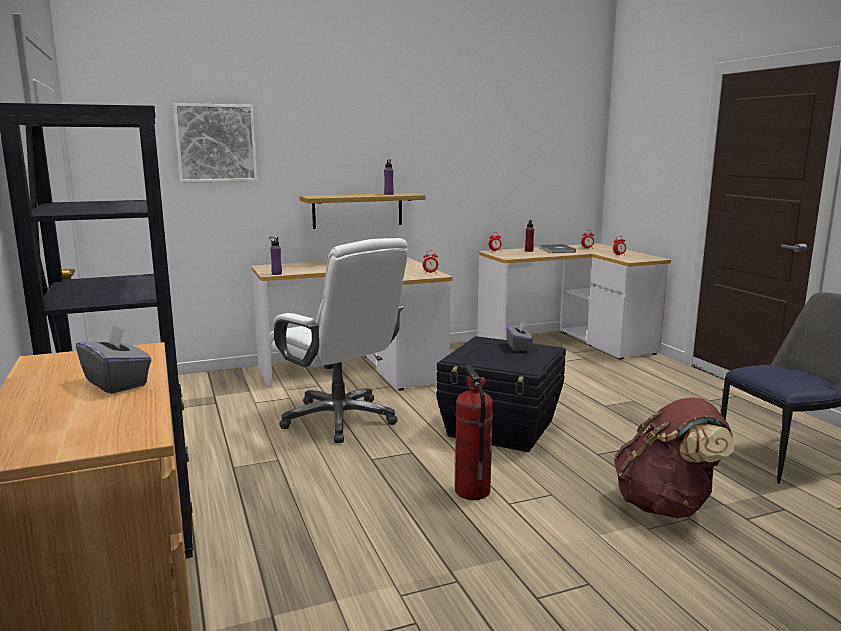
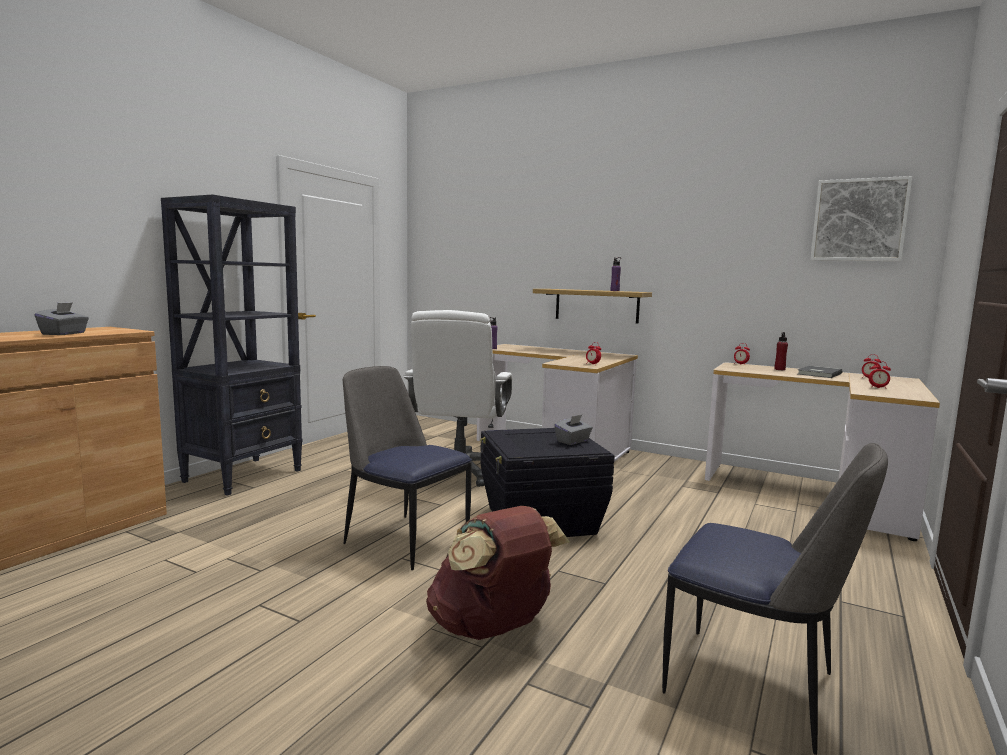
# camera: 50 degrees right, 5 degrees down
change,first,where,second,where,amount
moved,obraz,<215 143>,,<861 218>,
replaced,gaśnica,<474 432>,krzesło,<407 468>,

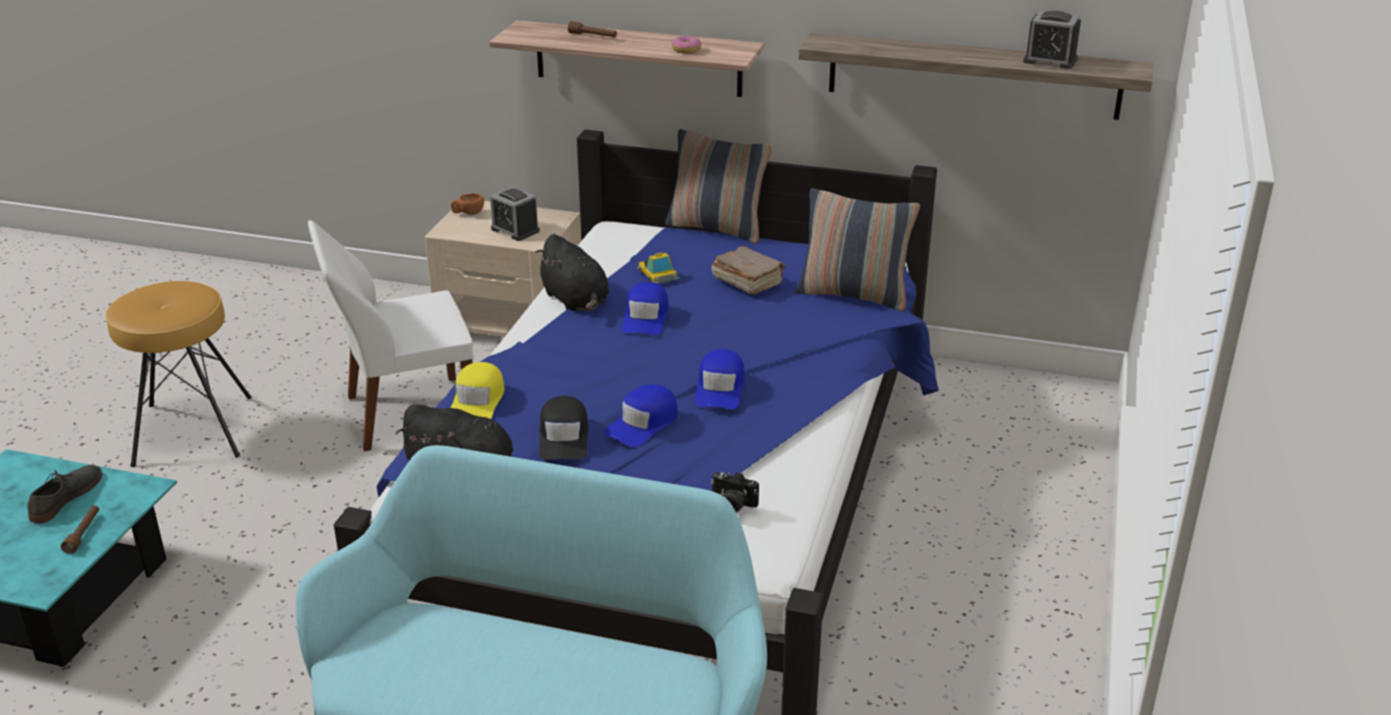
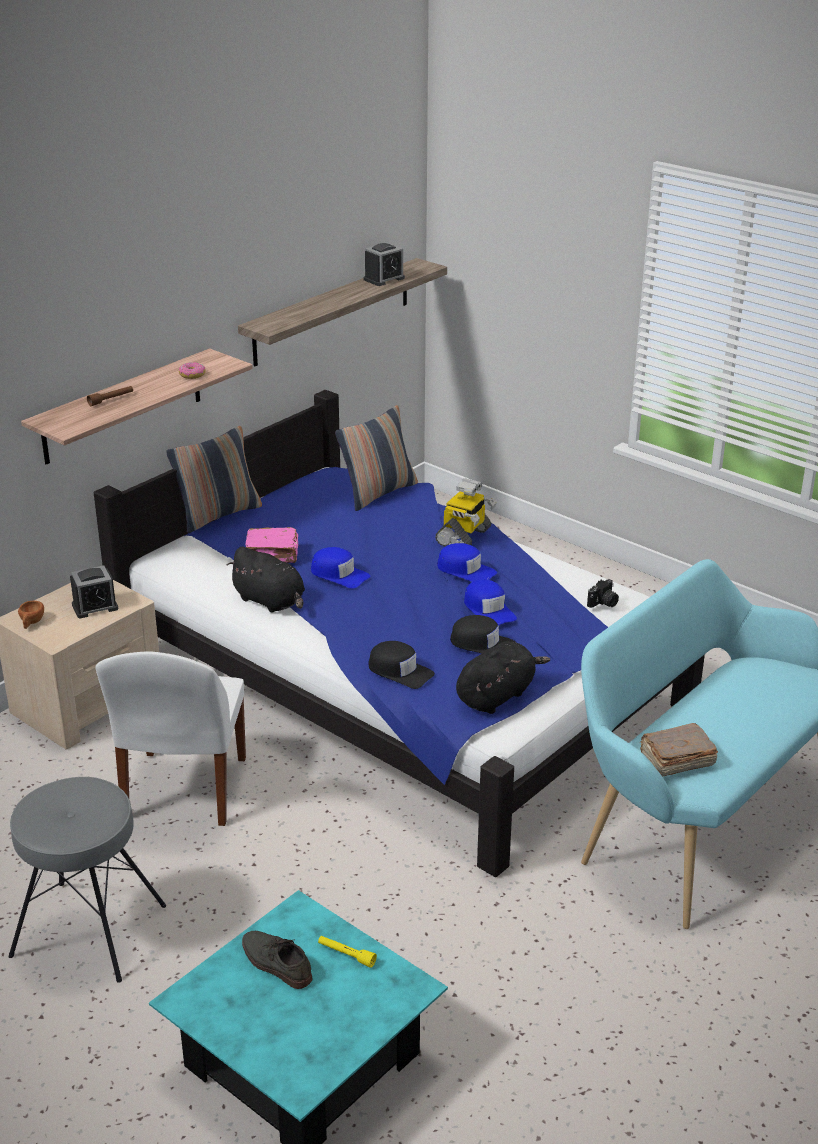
# camera: 65 degrees left, 0 degrees up
change,first,where,second,where,amount
added,,,robot zabawkowy,<466 512>,
moved,książka (brązowy),<748 270>,,<679 750>,
replaced,samochodzik,<658 268>,książka (różowy),<271 545>,
recoloured,latarka (brązowy),<80 530>,latarka (żółty),<347 952>,
recoloured,stołek (brązowy),<179 374>,stołek (szary),<87 879>,
recoloured,czapka z daszkiem (żółty),<477 390>,czapka z daszkiem (czarny),<401 665>,
turned,pluszak (czarny),<572 272>,,<266 580>,45 degrees clockwise

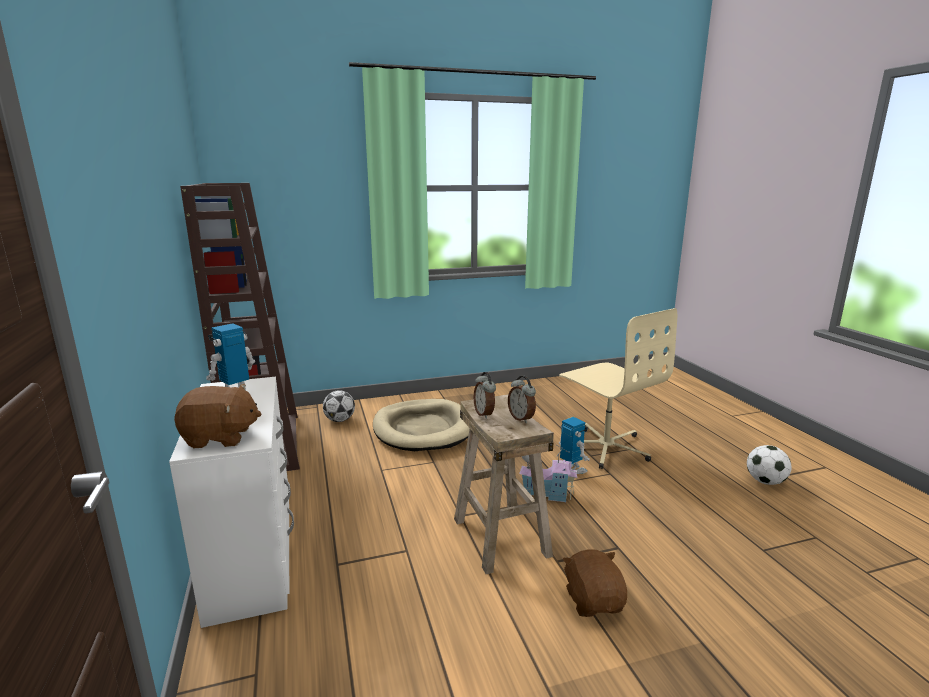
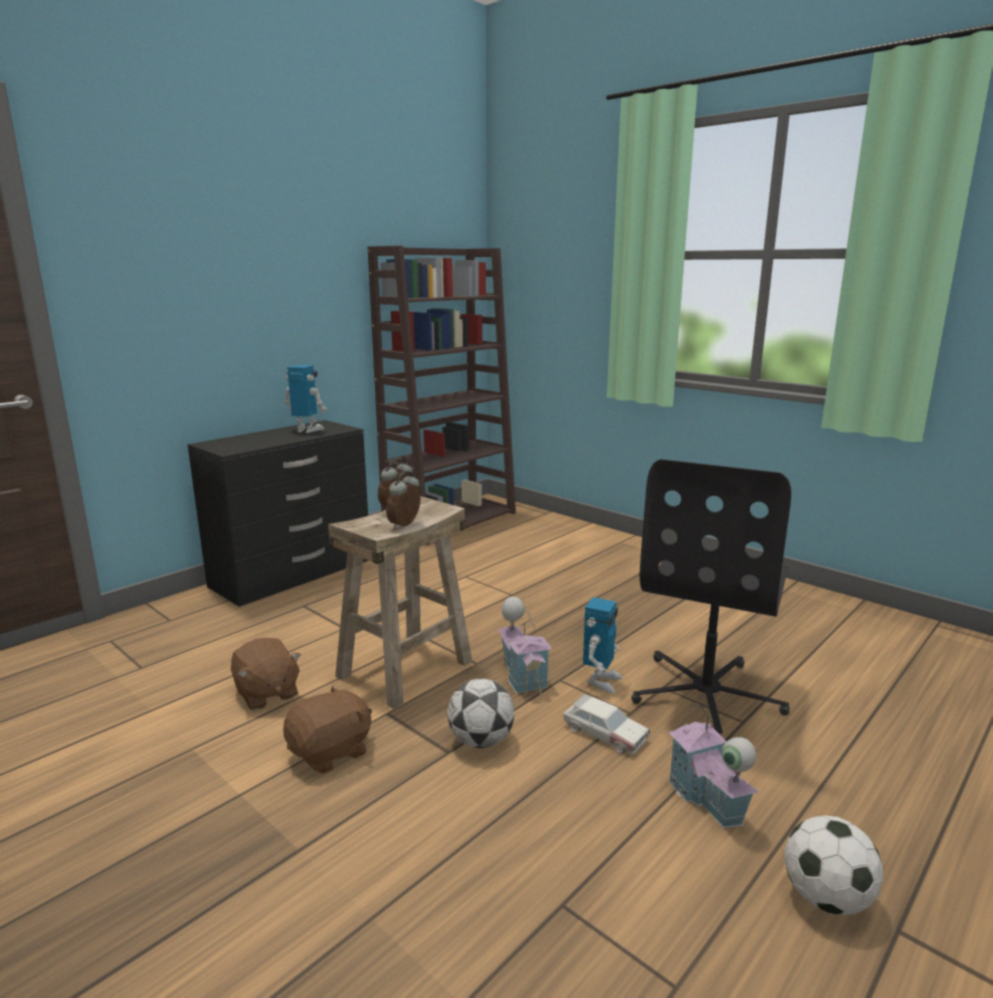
# camera: 60 degrees right, 0 degrees up
change,first,where,second,where,amount
removed,legowisko (beżowy),<421 425>,,,
added,,,samochodzik,<606 724>,
added,,,domek,<713 765>,
moved,pluszak (brązowy),<217 416>,,<266 674>,
moved,piłka futbolowa,<339 406>,,<481 713>,
recoloured,komoda (biały),<231 502>,komoda (czarny),<278 513>,
recoloured,krzesło biurowe (beżowy),<618 388>,krzesło biurowe (czarny),<711 597>,

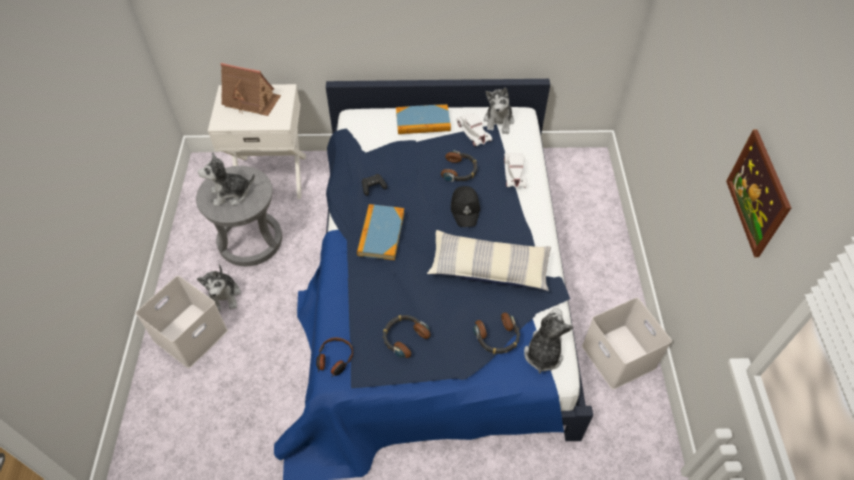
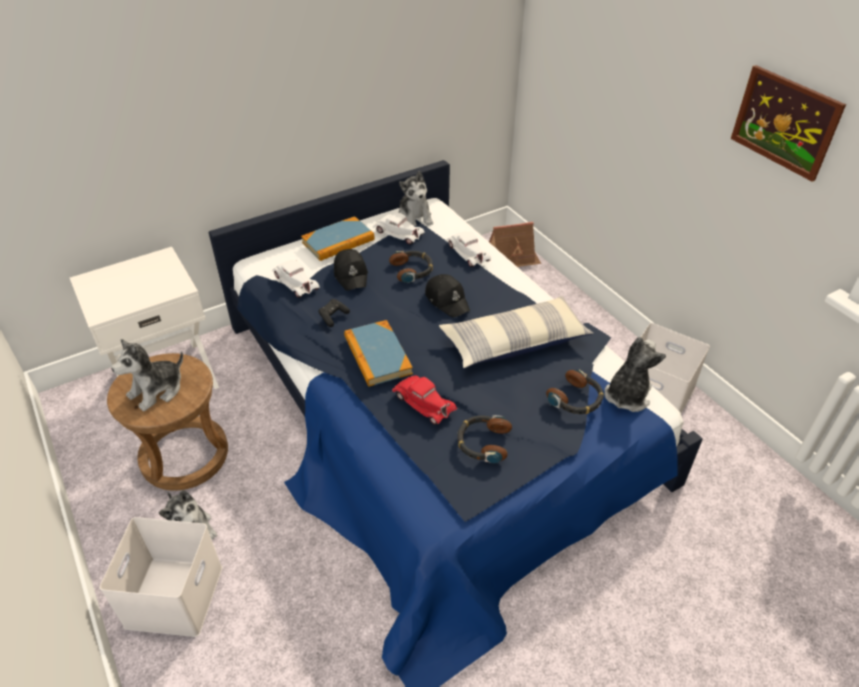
# camera: 30 degrees left, 10 degrees down
change,first,where,second,where,amount
removed,słuchawki,<334 357>,,,
added,,,samochodzik (biały),<296 279>,
added,,,czapka z daszkiem (czarny),<351 270>,
added,,,samochodzik (czerwony),<424 400>,
moved,domek,<251 89>,,<515 244>,
recoloured,stołek (szary),<239 216>,stołek (brązowy),<167 422>,
turned,pluszak,<549 341>,,<635 374>,45 degrees clockwise

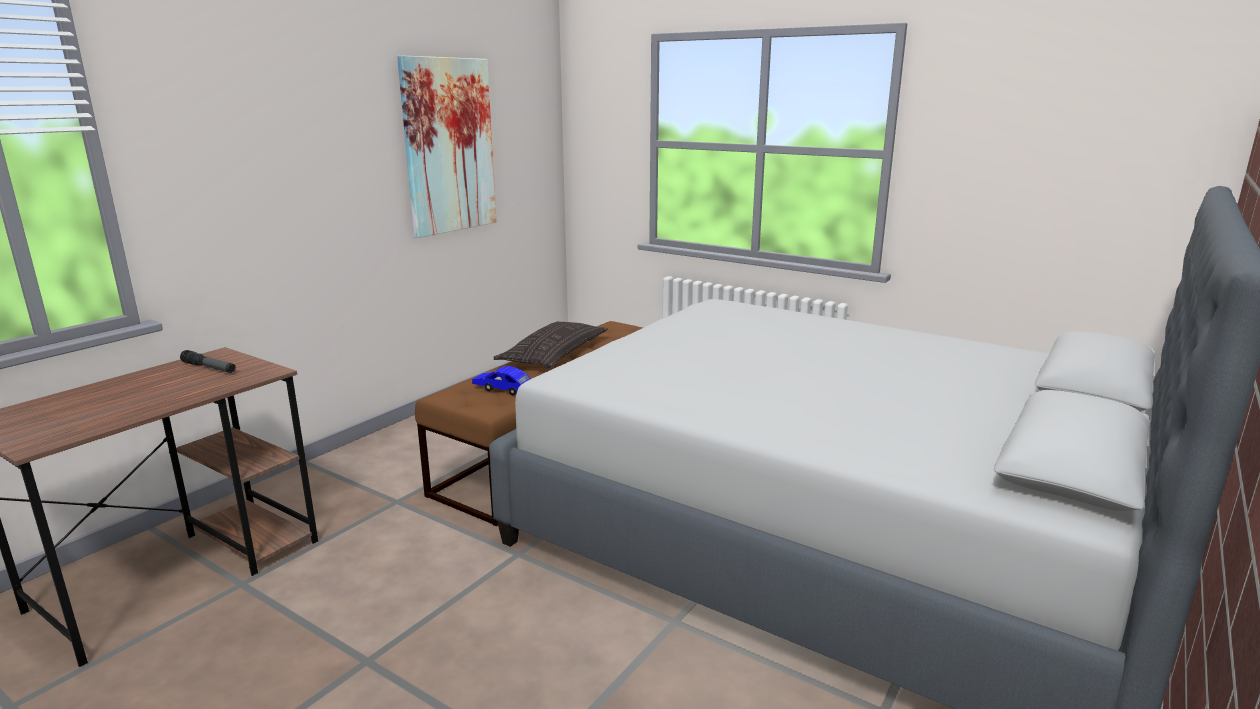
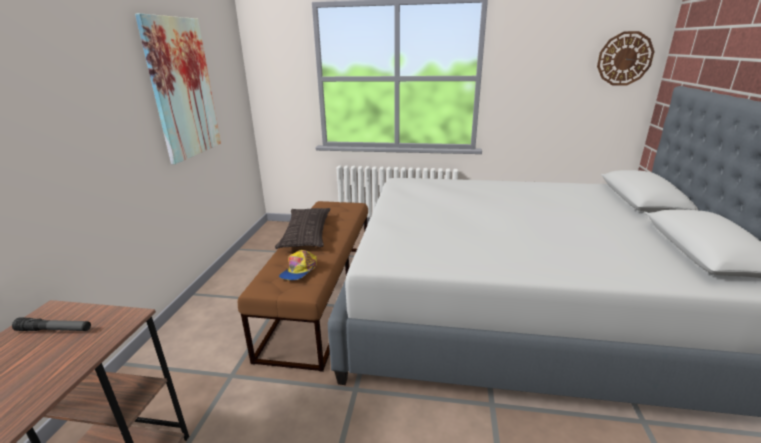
# camera: 25 degrees left, 5 degrees up
change,first,where,second,where,amount
added,,,zegar ścienny,<626 58>,
replaced,samochodzik (niebieski),<501 380>,czapka z daszkiem,<298 265>,

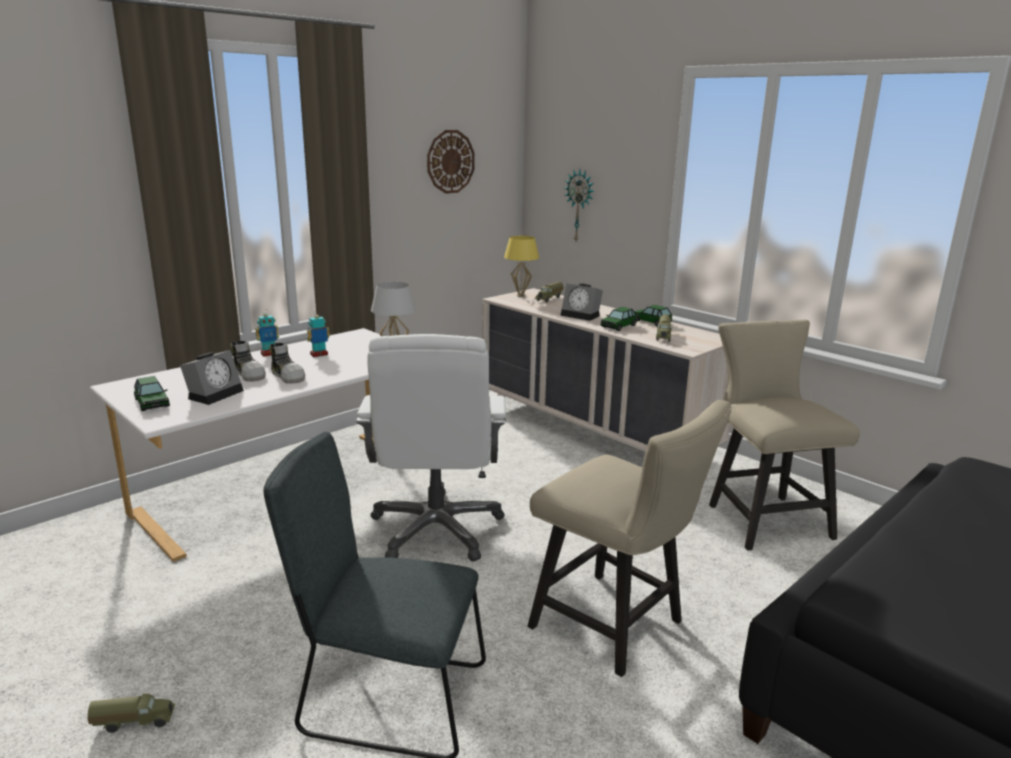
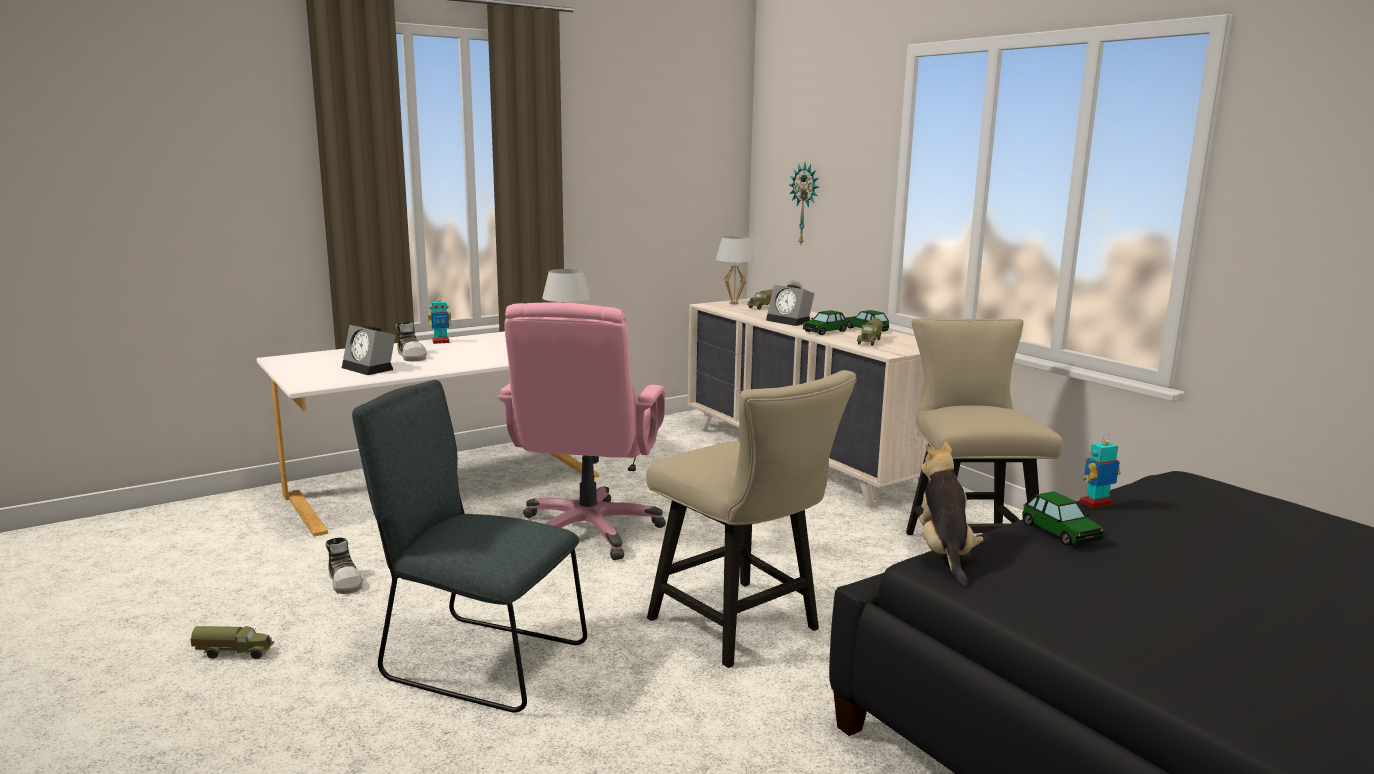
# camera: 10 degrees right, 5 degrees down
change,first,where,second,where,amount
removed,zegar ścienny,<451 162>,,,
added,,,pluszak,<951 514>,
moved,samochodzik,<152 393>,,<1062 518>,
moved,but,<287 363>,,<344 566>,
moved,robot zabawkowy,<318 335>,,<1100 471>,
recoloured,krzesło biurowe (biały),<431 447>,krzesło biurowe (różowy),<582 431>,
recoloured,lampa stołowa (żółty),<521 266>,lampa stołowa (biały),<735 270>,
turned,budzik,<212 377>,,<368 350>,90 degrees clockwise

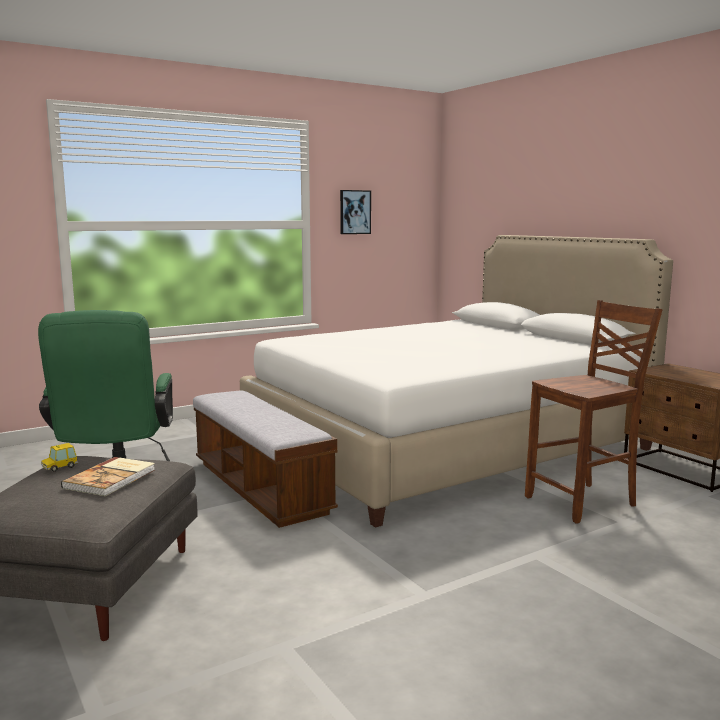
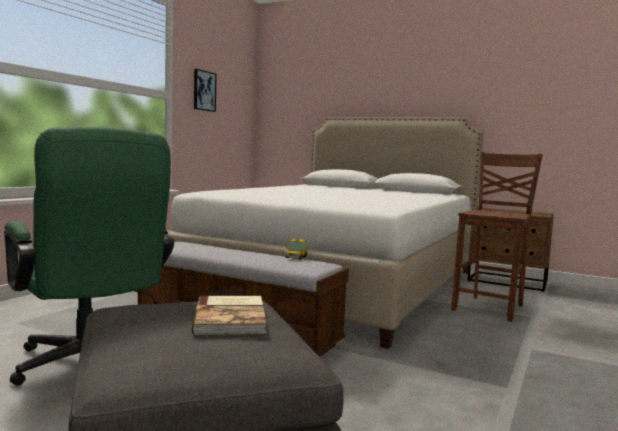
# camera: 30 degrees left, 5 degrees down
change,first,where,second,where,amount
moved,samochodzik,<59 457>,,<296 249>,

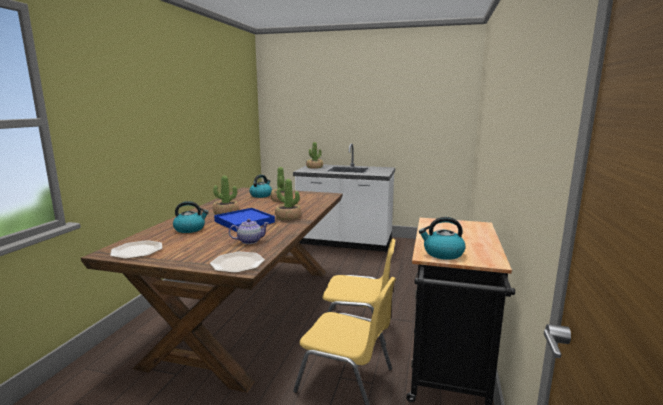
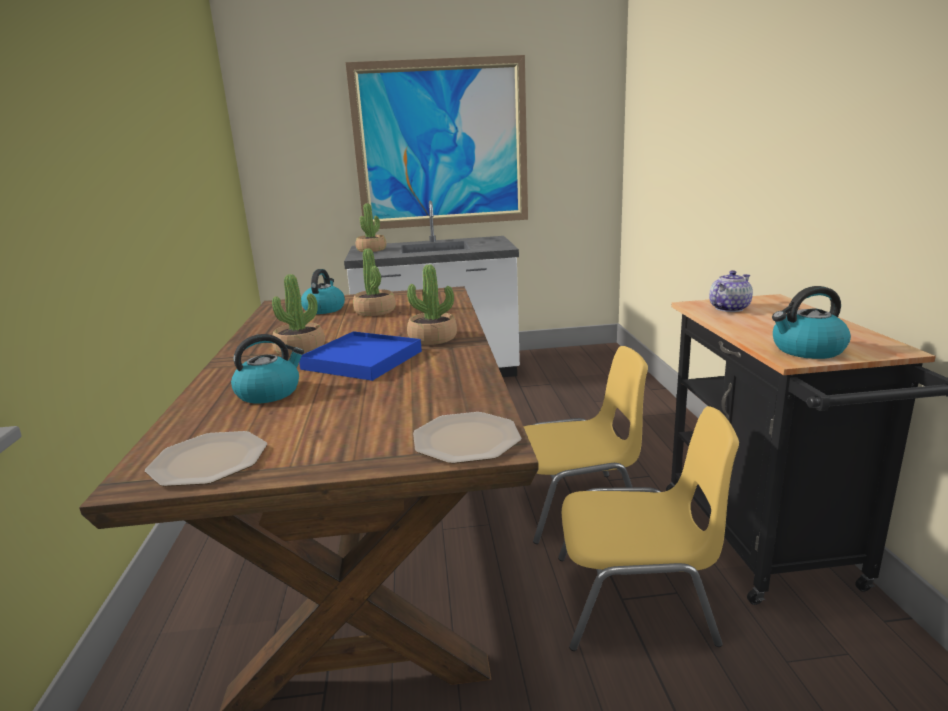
# camera: 20 degrees left, 5 degrees up
change,first,where,second,where,amount
added,,,obraz,<436 142>,
moved,imbryk,<249 231>,,<731 291>,

